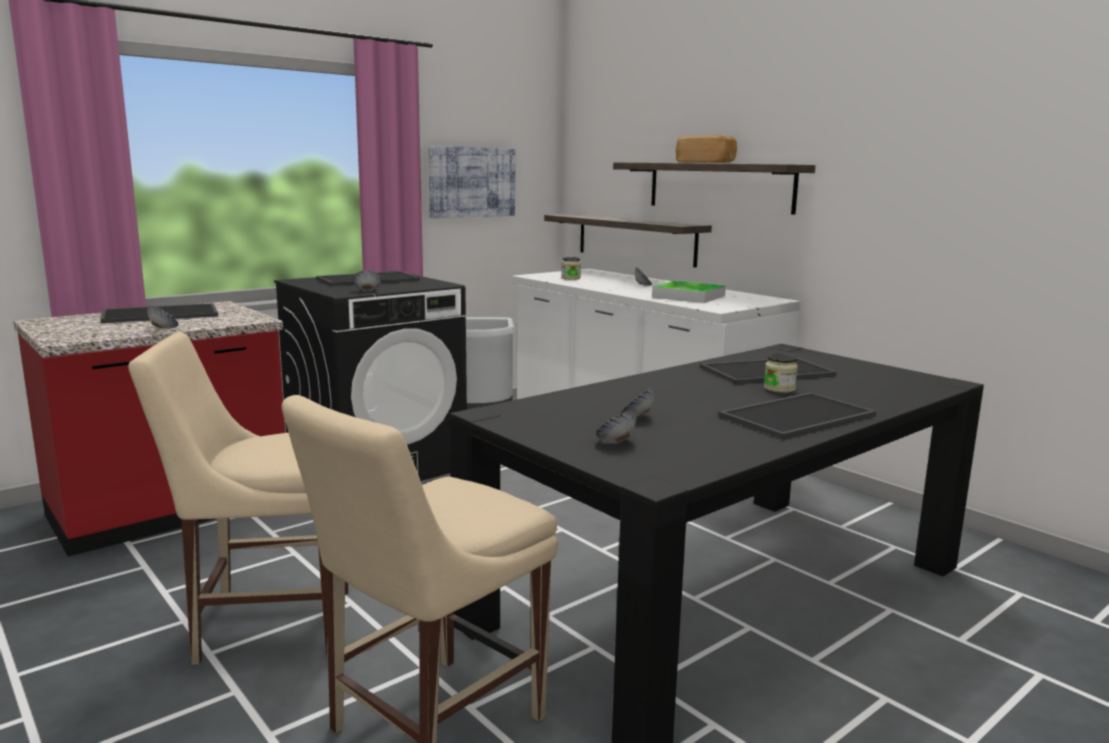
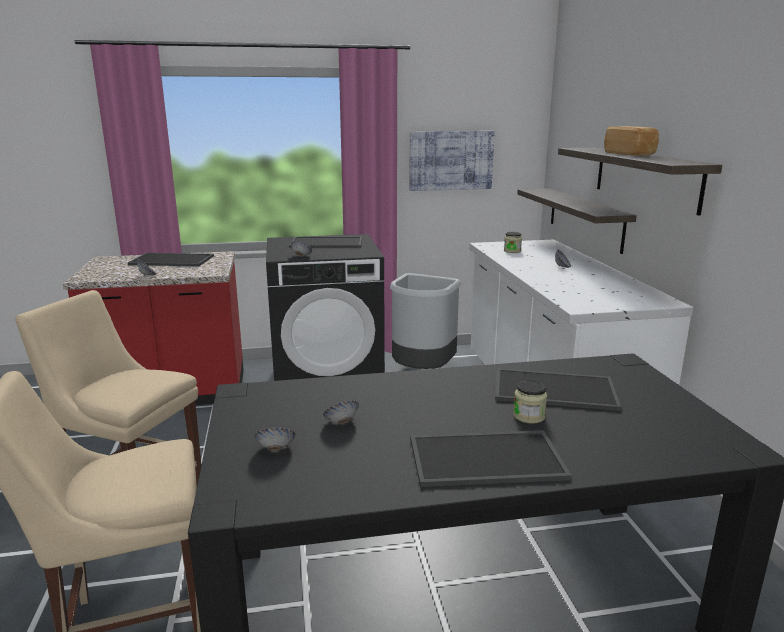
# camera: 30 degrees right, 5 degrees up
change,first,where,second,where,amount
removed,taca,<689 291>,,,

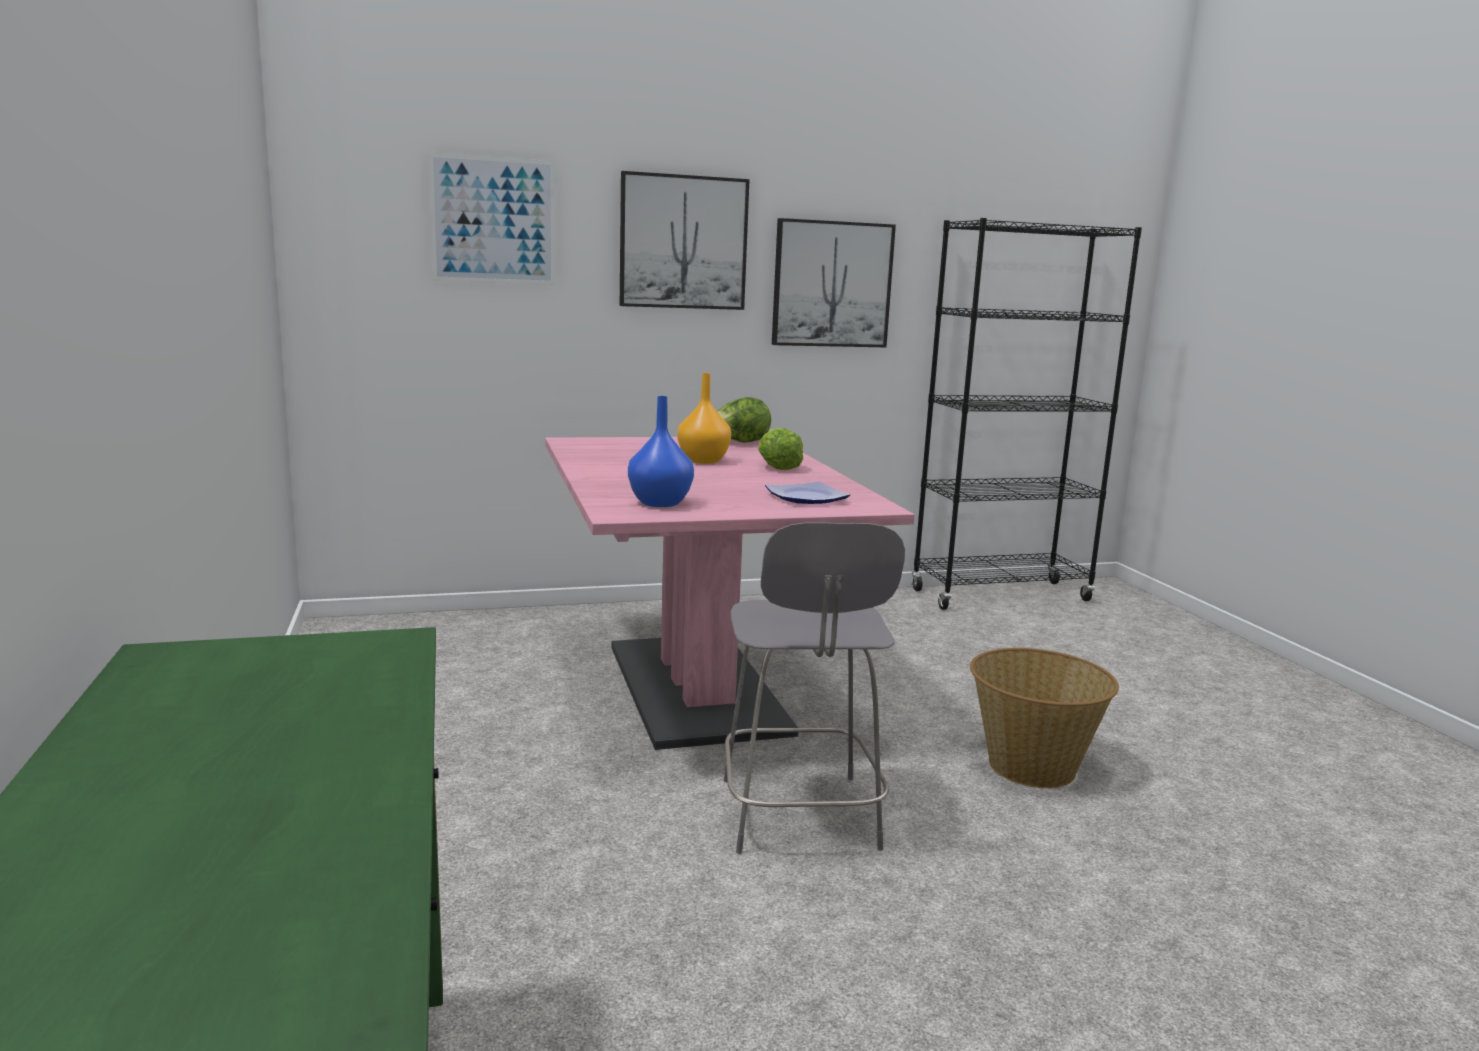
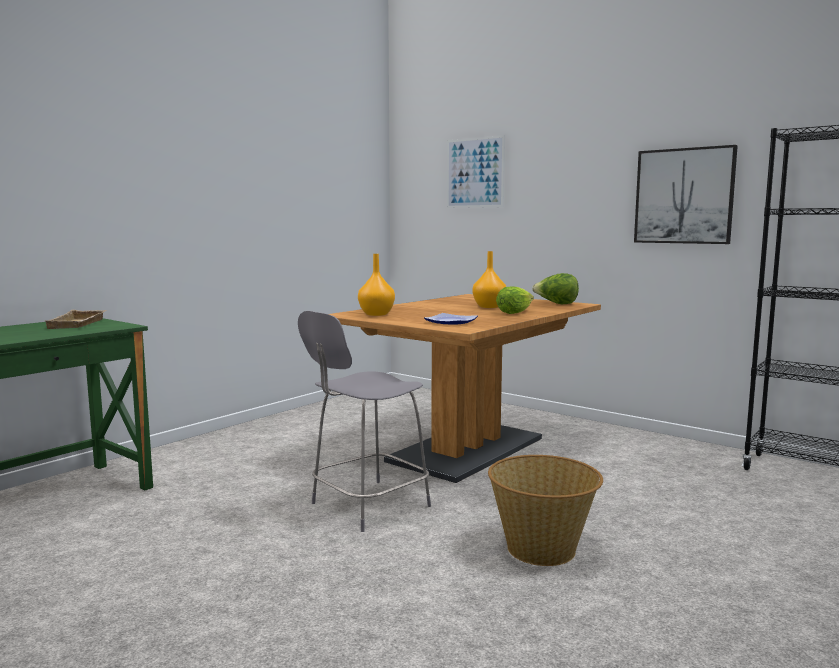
# camera: 55 degrees right, 5 degrees down
change,first,where,second,where,amount
removed,obraz,<685 240>,,,
added,,,taca (beżowy),<76 319>,
recoloured,stół jadalny (różowy),<730 593>,stół jadalny (brązowy),<465 388>,
recoloured,wazon (niebieski),<661 451>,wazon (pomarańczowy),<376 285>,

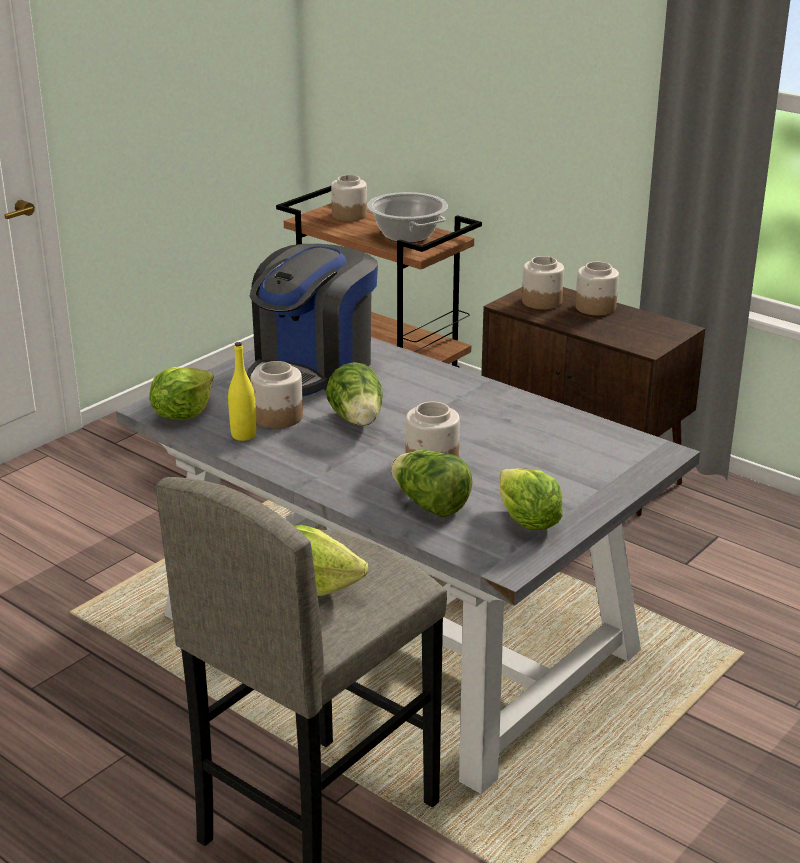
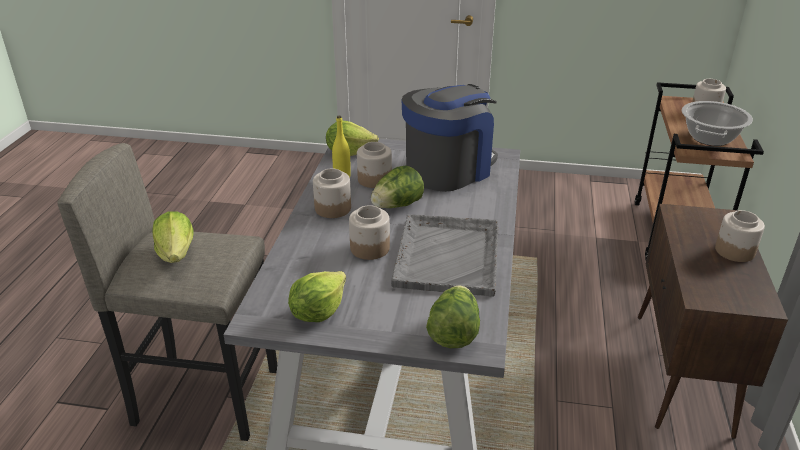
# camera: 60 degrees right, 5 degrees up
change,first,where,second,where,amount
added,,,taca (szary),<445 255>,
moved,sałata,<432 483>,,<453 317>,
moved,słoik,<543 282>,,<332 193>,
turned,ekspres do kawy,<312 320>,,<449 138>,135 degrees clockwise

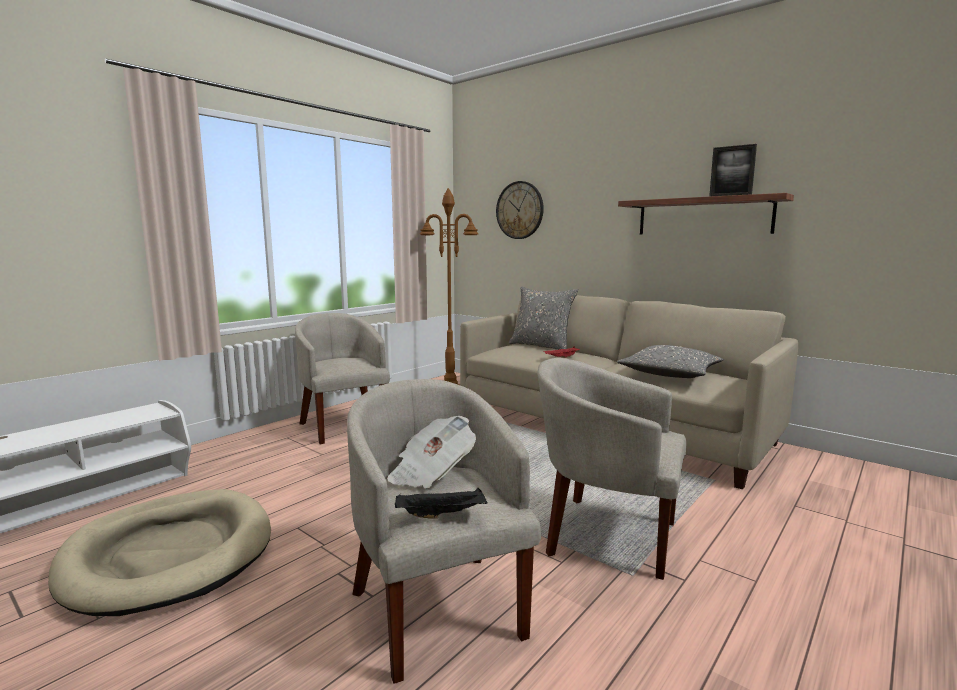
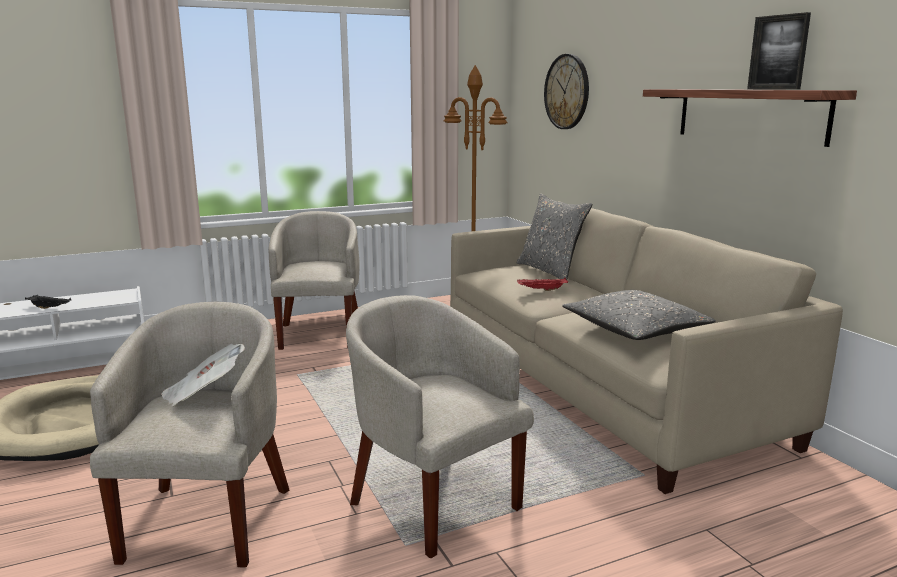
# camera: 25 degrees right, 5 degrees up
change,first,where,second,where,amount
moved,taca (czarny),<441 503>,,<48 302>,

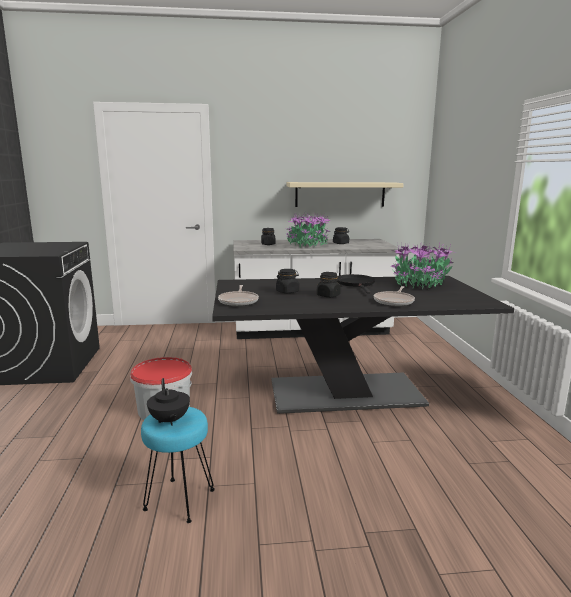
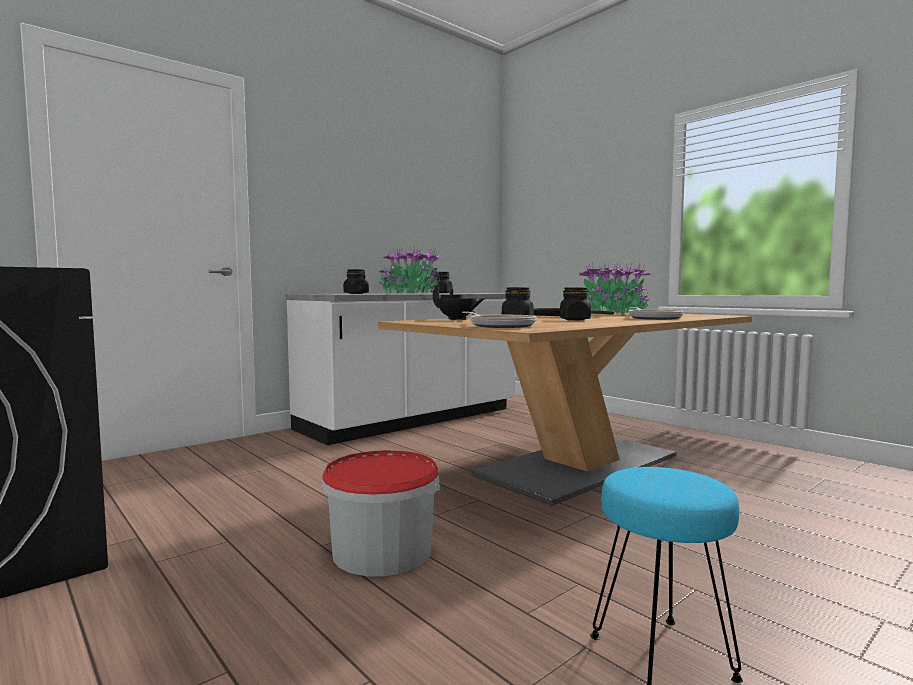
# camera: 35 degrees left, 10 degrees down
change,first,where,second,where,amount
removed,półka (beżowy),<345 194>,,,
moved,imbryk (czarny),<168 402>,,<458 302>,
recoloured,stół jadalny (czarny),<363 345>,stół jadalny (beżowy),<565 409>,

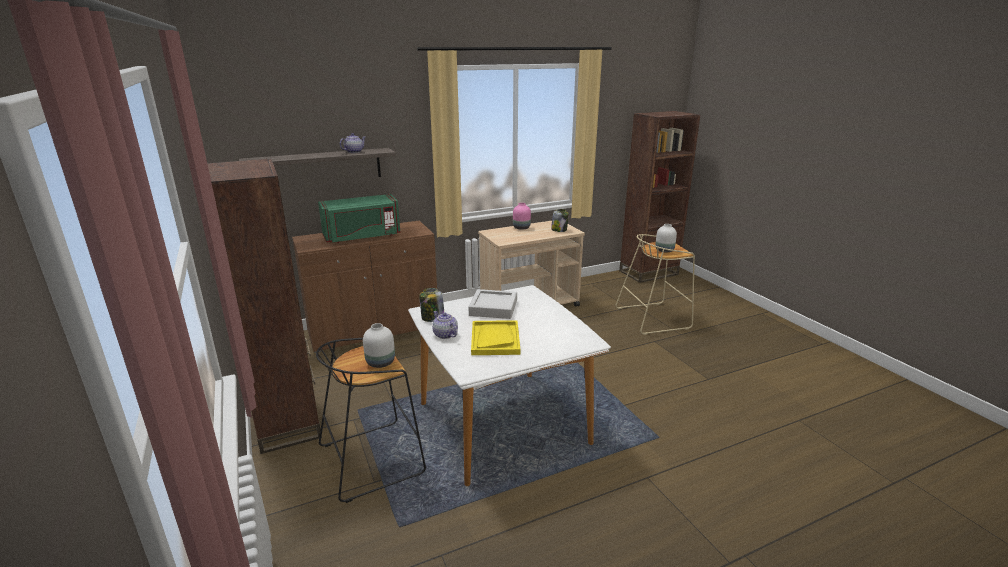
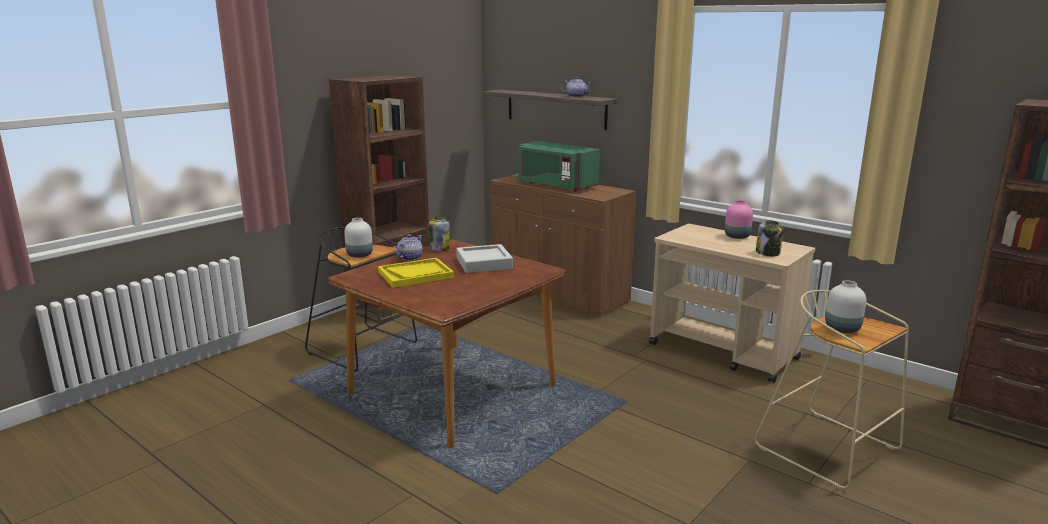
# camera: 65 degrees right, 5 degrees down
change,first,where,second,where,amount
recoloured,stół jadalny (biały),<509 385>,stół jadalny (brązowy),<447 344>,

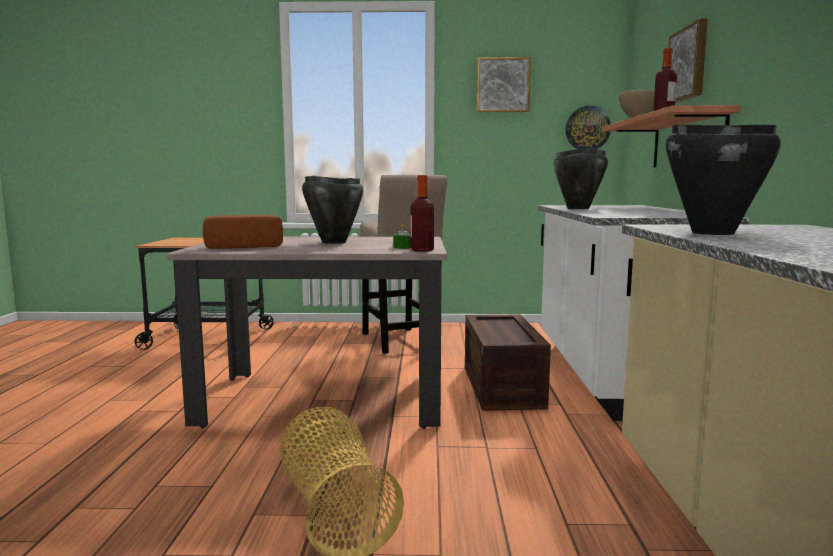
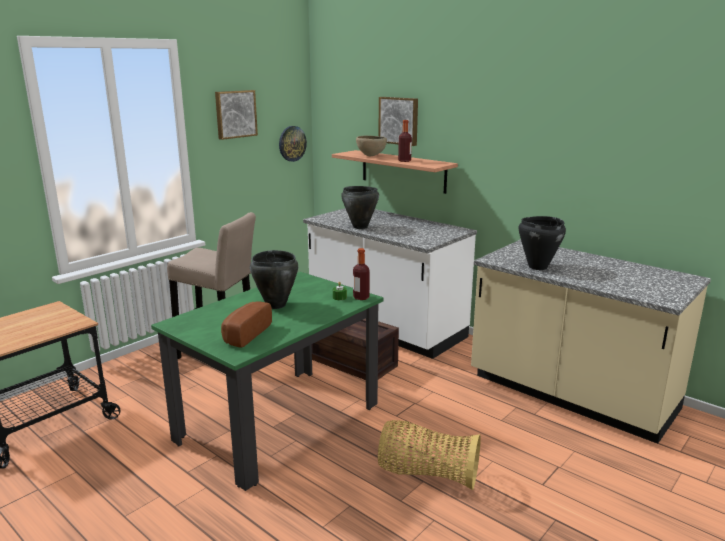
# camera: 50 degrees left, 10 degrees up
change,first,where,second,where,amount
recoloured,stół jadalny (beżowy),<306 333>,stół jadalny (zielony),<267 381>,

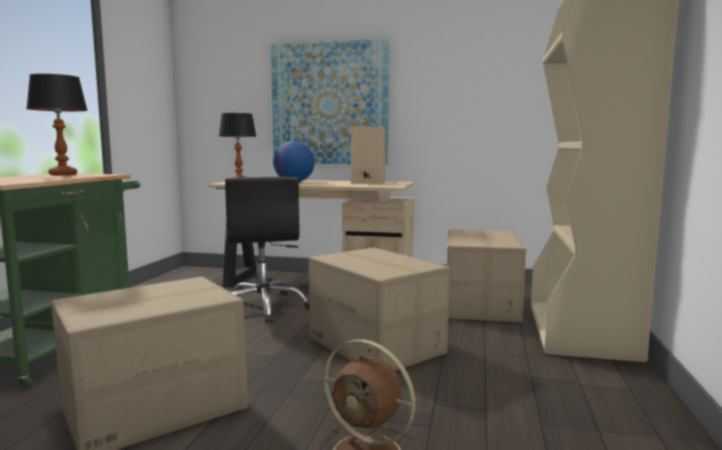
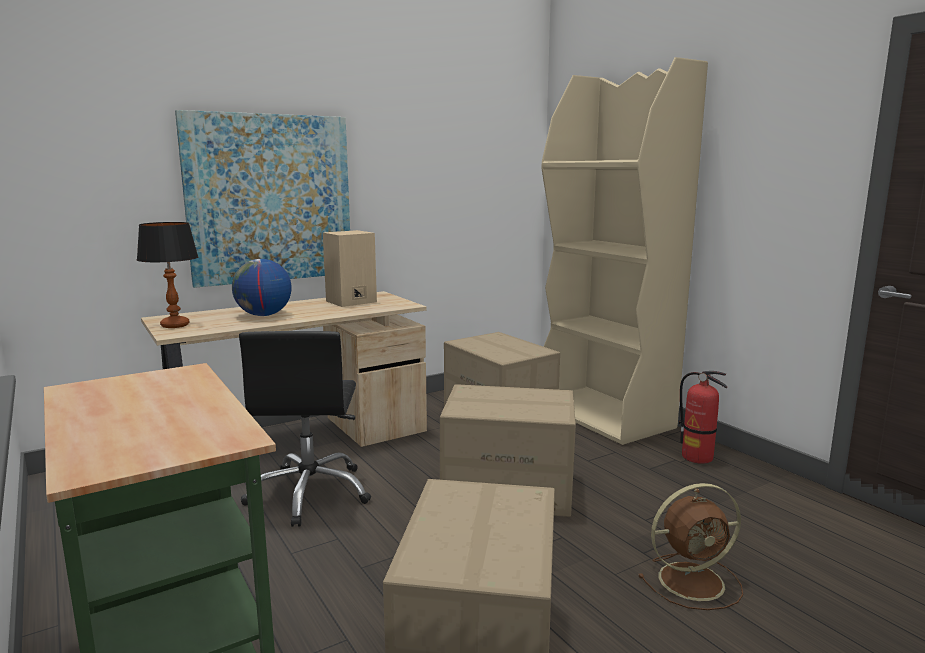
# camera: 45 degrees left, 5 degrees up
change,first,where,second,where,amount
removed,lampa stołowa,<57 124>,,,
added,,,gaśnica,<703 417>,
turned,krzesło biurowe (czarny),<267 250>,,<305 429>,60 degrees clockwise

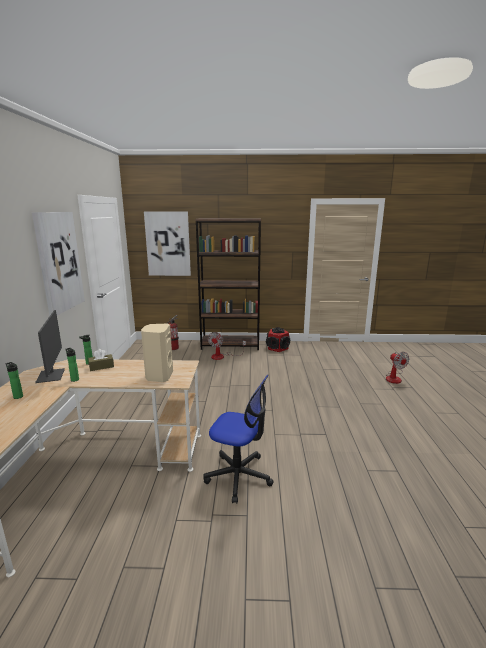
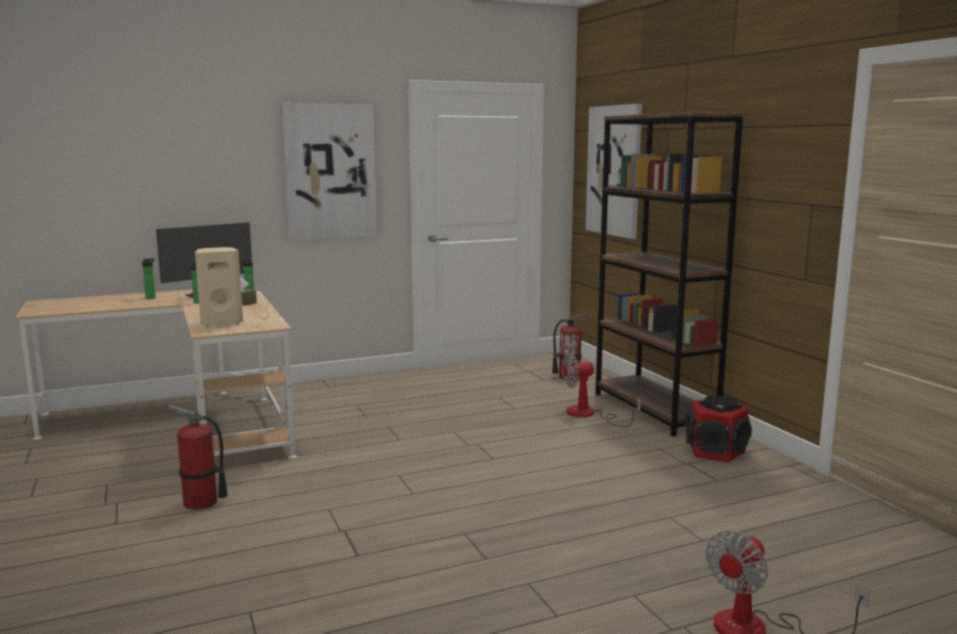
# camera: 65 degrees right, 5 degrees down
change,first,where,second,where,amount
replaced,krzesło biurowe,<239 439>,gaśnica,<198 457>,

